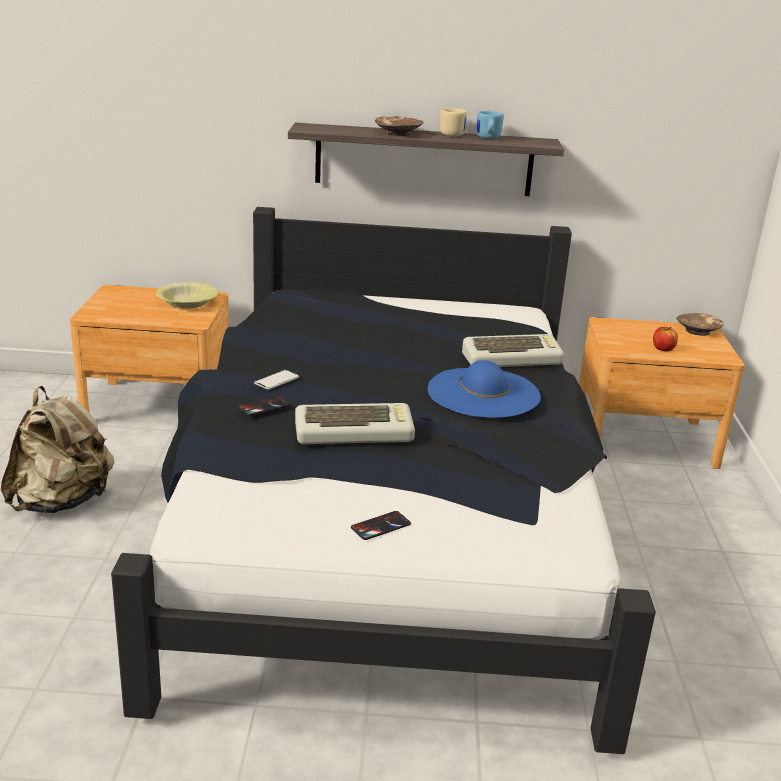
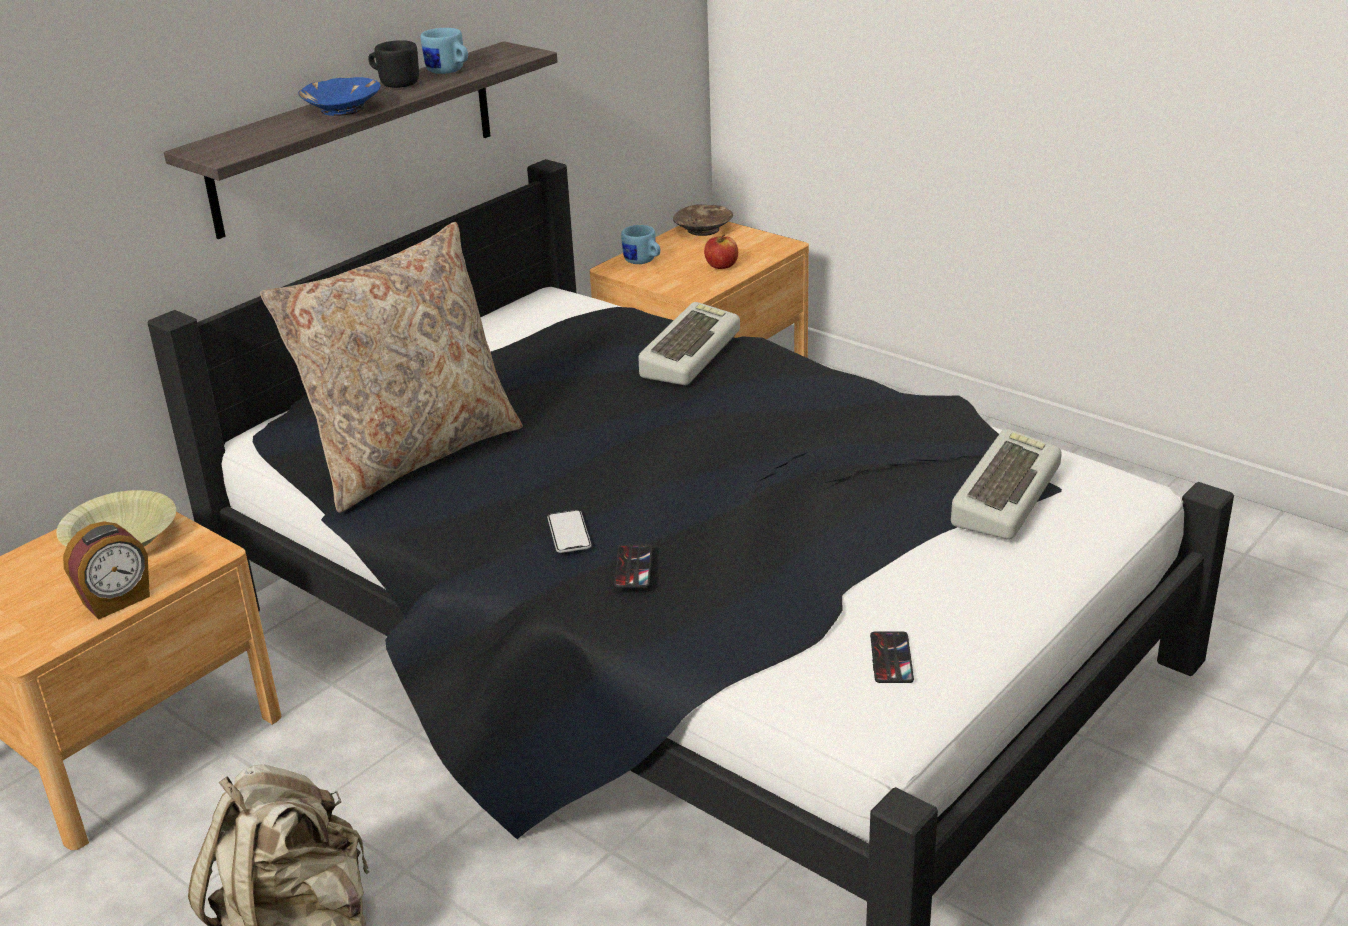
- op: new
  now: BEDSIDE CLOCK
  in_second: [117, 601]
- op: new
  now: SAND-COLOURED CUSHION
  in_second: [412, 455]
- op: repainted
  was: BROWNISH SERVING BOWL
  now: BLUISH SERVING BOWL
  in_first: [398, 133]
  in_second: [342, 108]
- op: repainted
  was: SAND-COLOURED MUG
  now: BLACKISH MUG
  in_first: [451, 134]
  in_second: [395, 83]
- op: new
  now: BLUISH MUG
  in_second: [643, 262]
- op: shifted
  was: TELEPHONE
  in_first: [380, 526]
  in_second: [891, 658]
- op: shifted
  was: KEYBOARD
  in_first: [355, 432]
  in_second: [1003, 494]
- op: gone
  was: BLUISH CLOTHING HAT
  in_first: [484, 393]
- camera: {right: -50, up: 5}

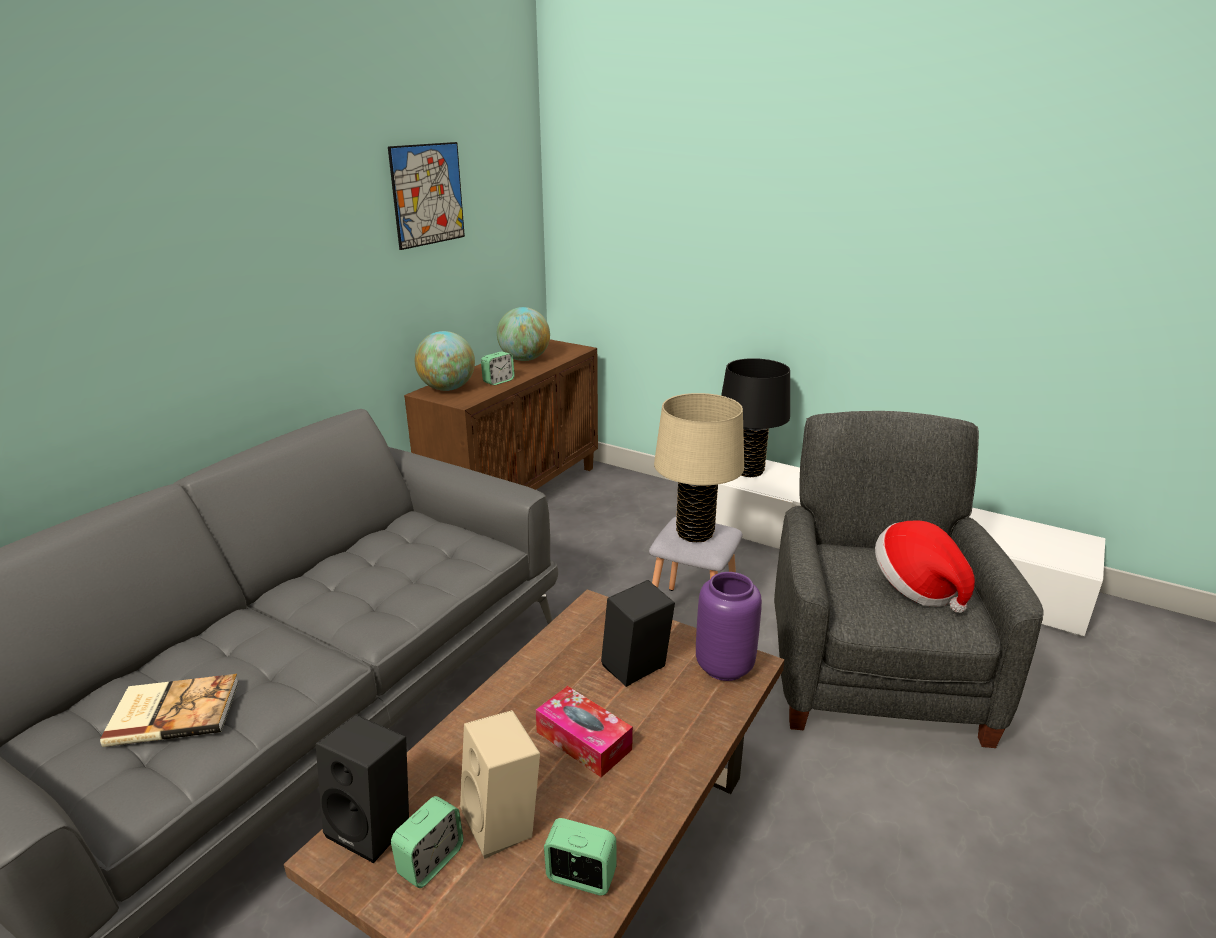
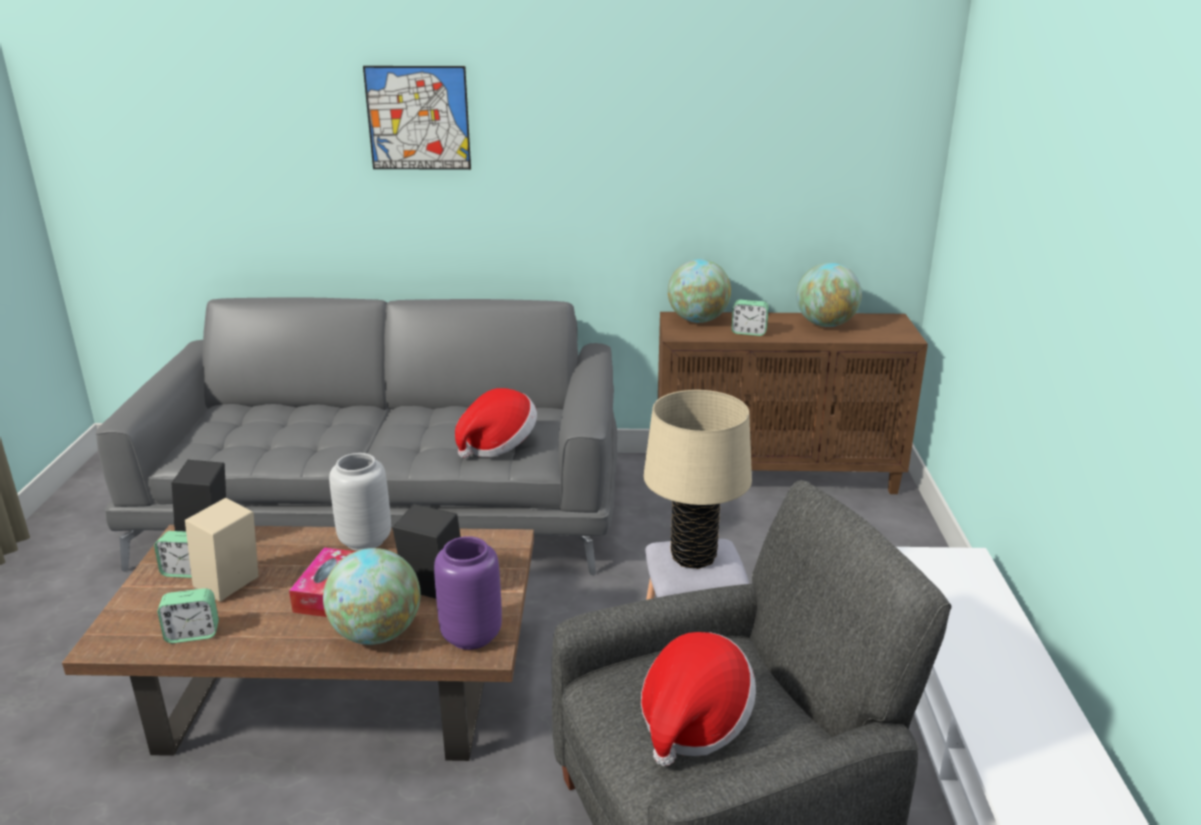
- op: rotated
  was: BEDSIDE CLOCK
  in_first: [581, 877]
  in_second: [193, 634]
  clockwise: 90
- op: new
  now: GLOBE
  in_second: [376, 634]
- op: new
  now: GREYISH DECORATIVE VASE
  in_second: [364, 540]
- op: shifted
  was: WALL ART
  in_first: [428, 194]
  in_second: [418, 118]
- op: new
  now: CLOTHING HAT
  in_second: [498, 445]
- op: gone
  was: BOUND BOOK
  in_first: [174, 711]
- op: gone
  was: BLACKISH TABLETOP LAMP
  in_first: [748, 471]
- camera: {right: 60, up: 0}

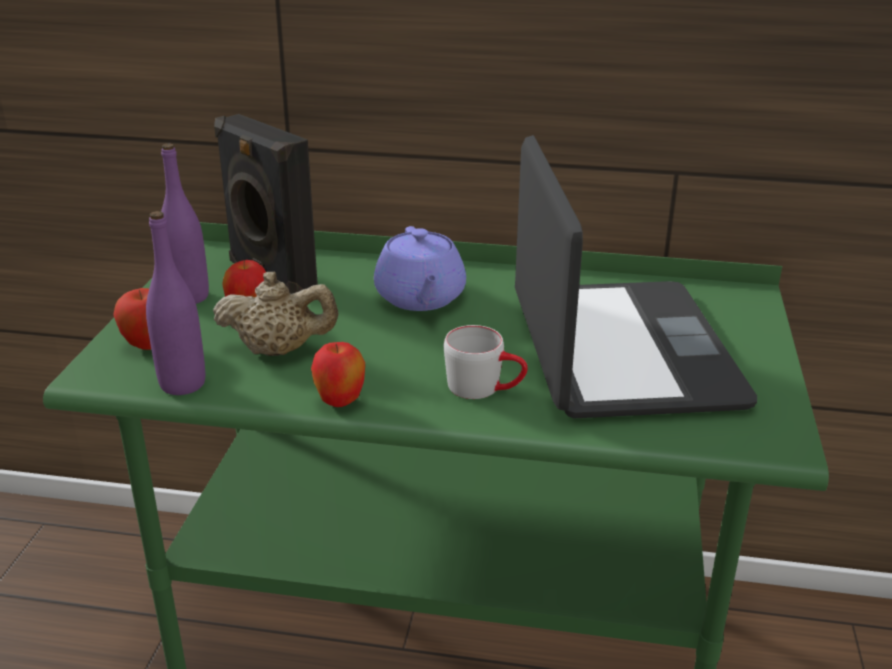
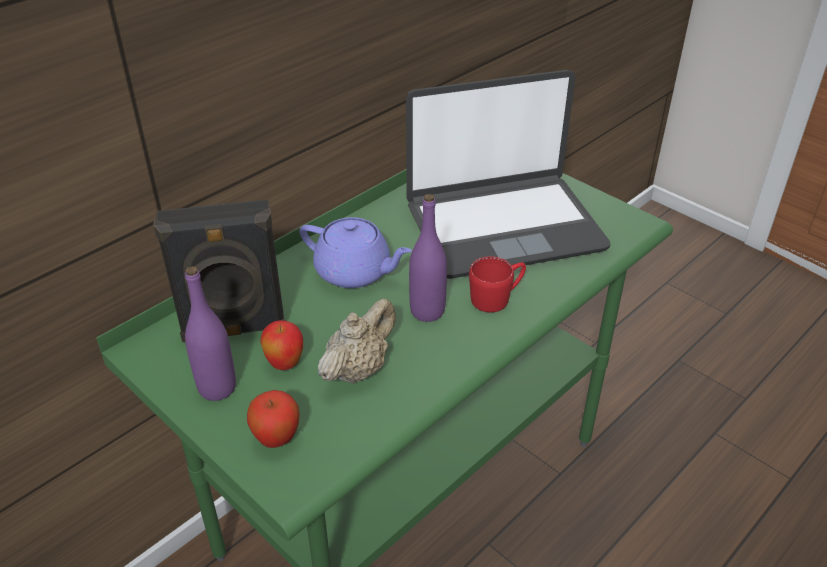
- op: rotated
  was: LAPTOP
  in_first: [619, 350]
  in_second: [503, 226]
  clockwise: 135
- op: shifted
  was: PURPLE-COLOURED DRINK BOTTLE
  in_first: [182, 384]
  in_second: [427, 311]
- op: repainted
  was: GREYISH MUG
  now: REDDISH MUG
  in_first: [485, 388]
  in_second: [497, 296]
- op: gone
  was: APPLE
  in_first: [340, 402]
- camera: {right: -55, up: 10}

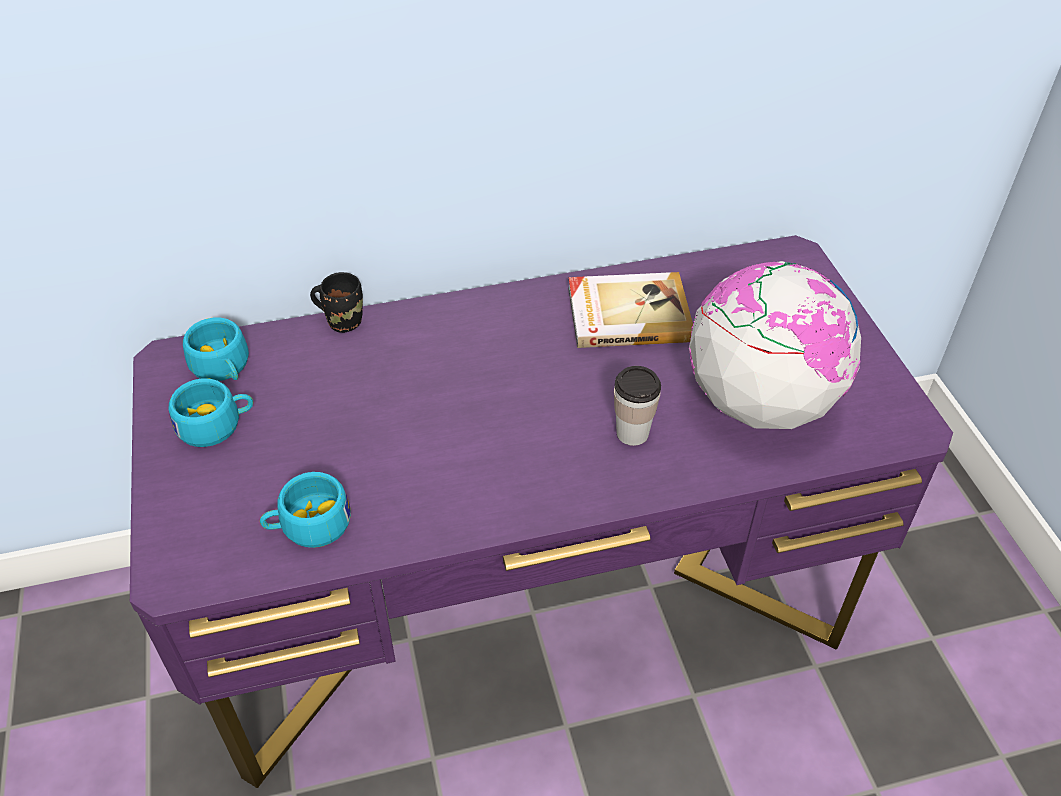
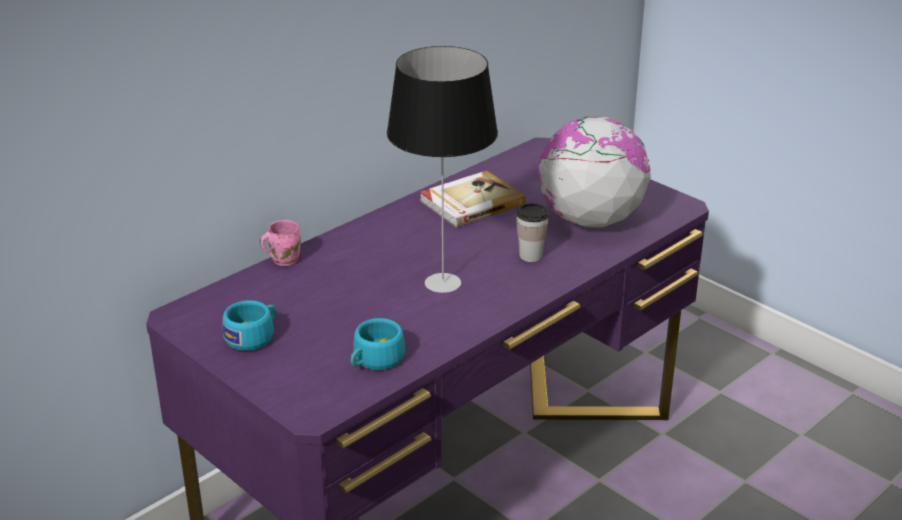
- op: repainted
  was: BLACKISH MUG
  now: PINK MUG
  in_first: [343, 320]
  in_second: [283, 259]
- op: new
  now: TABLETOP LAMP
  in_second: [444, 283]
- op: gone
  was: BLUE-GREEN SMALL CUP
  in_first: [223, 368]
- camera: {right: -30, up: -15}

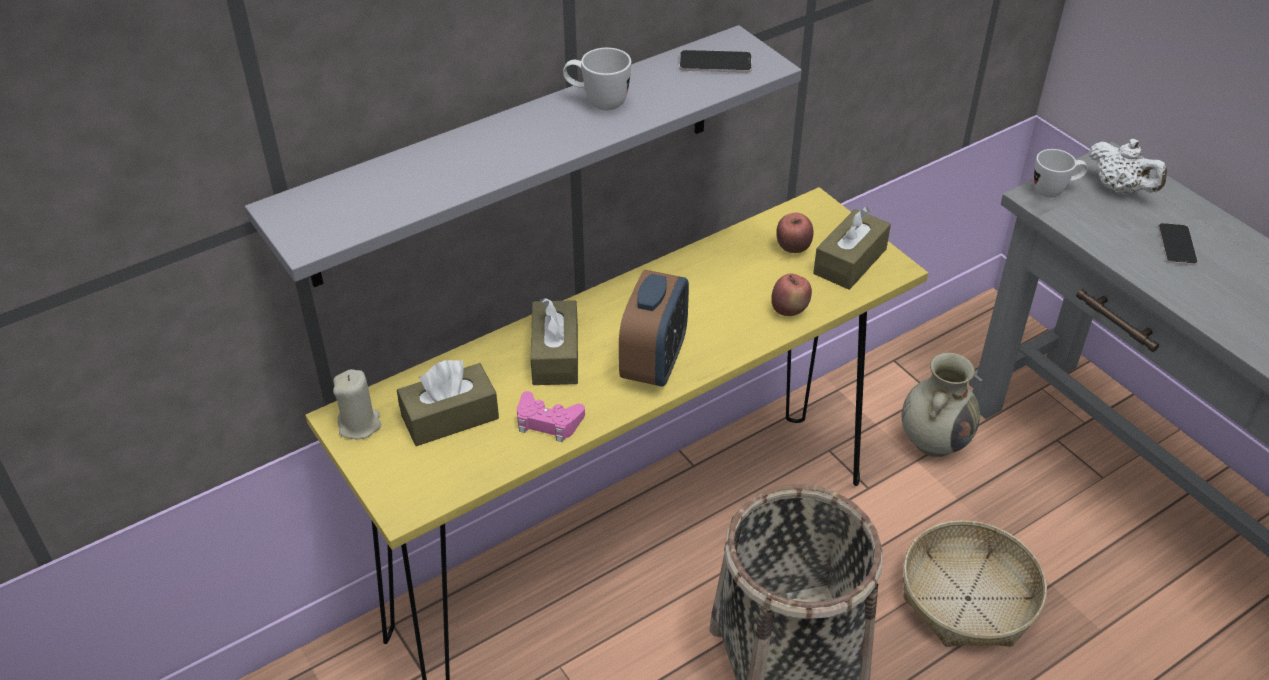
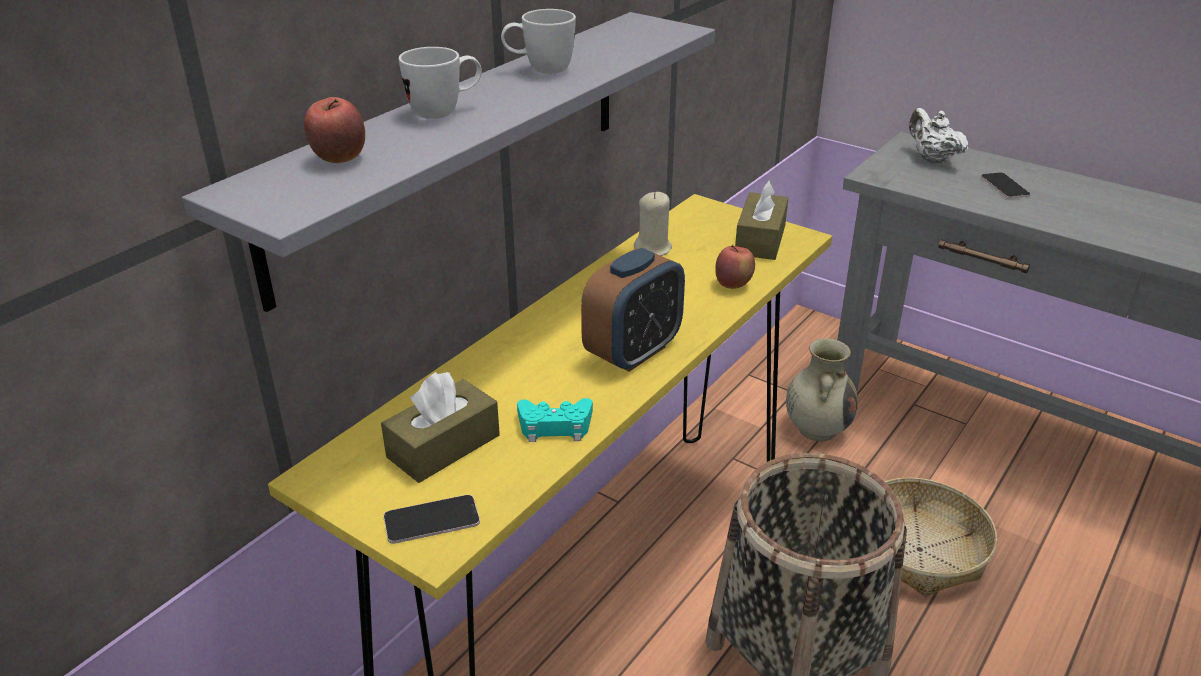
- op: shifted
  was: APPLE
  in_first: [793, 248]
  in_second: [339, 159]
- op: shifted
  was: TELEPHONE
  in_first: [715, 63]
  in_second: [431, 520]
- op: shifted
  was: WHITE-COLOURED MUG
  in_first: [1054, 191]
  in_second: [445, 112]
- op: repainted
  was: PINK JOYPAD
  now: BLUE-GREEN JOYPAD
  in_first: [548, 422]
  in_second: [555, 426]
- op: rotated
  was: BEDSIDE CLOCK
  in_first: [654, 363]
  in_second: [633, 352]
  clockwise: 45
- op: shifted
  was: SAND-COLOURED CANDLE
  in_first: [360, 425]
  in_second: [653, 249]
- op: rotated
  was: WHITE-COLOURED TEA POT
  in_first: [1119, 189]
  in_second: [932, 159]
  clockwise: -150
- op: gone
  was: BROWNISH BOX OF TISSUES
  in_first: [555, 355]
- camera: {right: -20, up: -10}

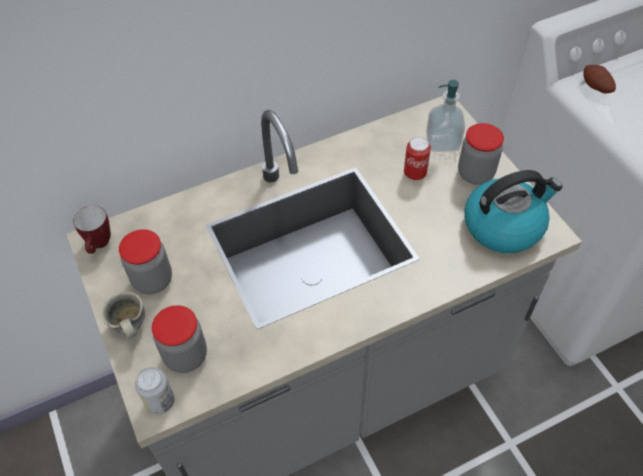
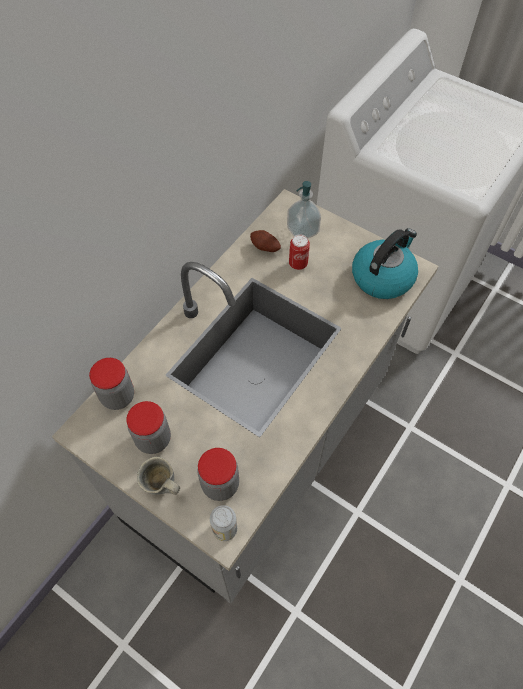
- op: shifted
  was: STORAGE JAR
  in_first: [475, 174]
  in_second: [118, 396]
- op: shifted
  was: POTATO
  in_first: [595, 88]
  in_second: [264, 248]
- op: gone
  was: MUG
  in_first: [100, 245]
- camera: {right: -30, up: 5}

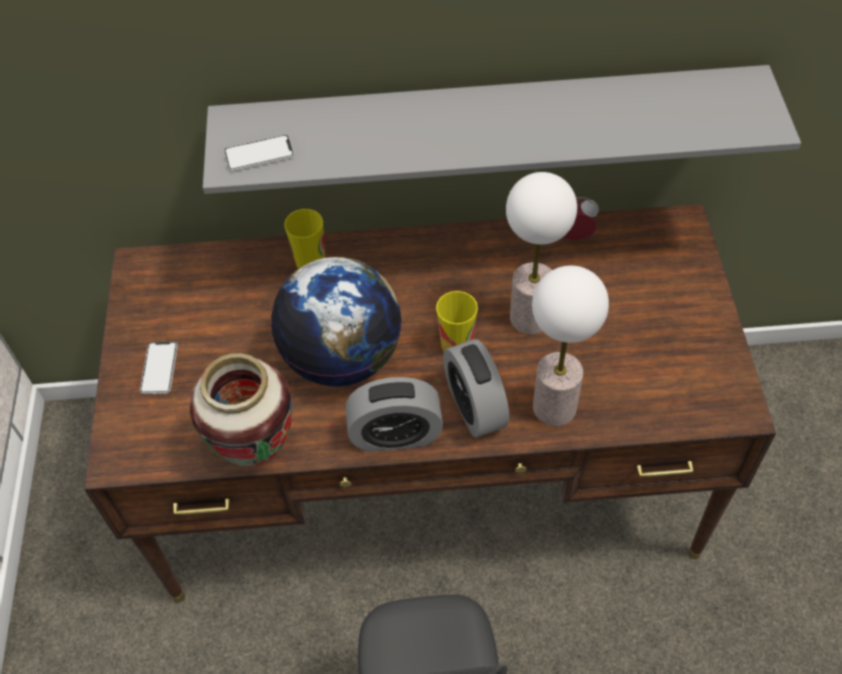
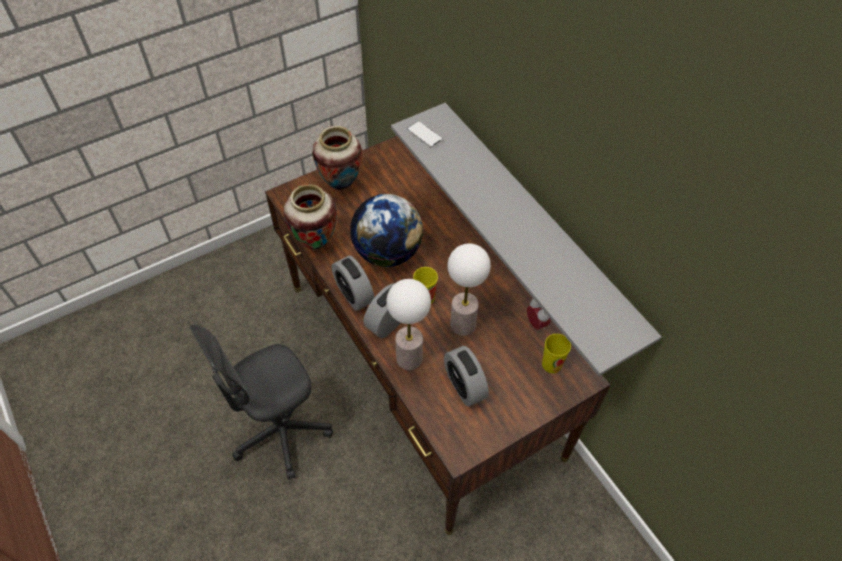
- op: swapped
  was: TELEPHONE
  now: DECORATIVE VASE
  in_first: [159, 368]
  in_second: [341, 185]
- op: new
  now: BEDSIDE CLOCK
  in_second: [464, 386]
- op: shifted
  was: SMALL CUP
  in_first: [310, 261]
  in_second: [551, 364]
- camera: {right: 60, up: 0}

